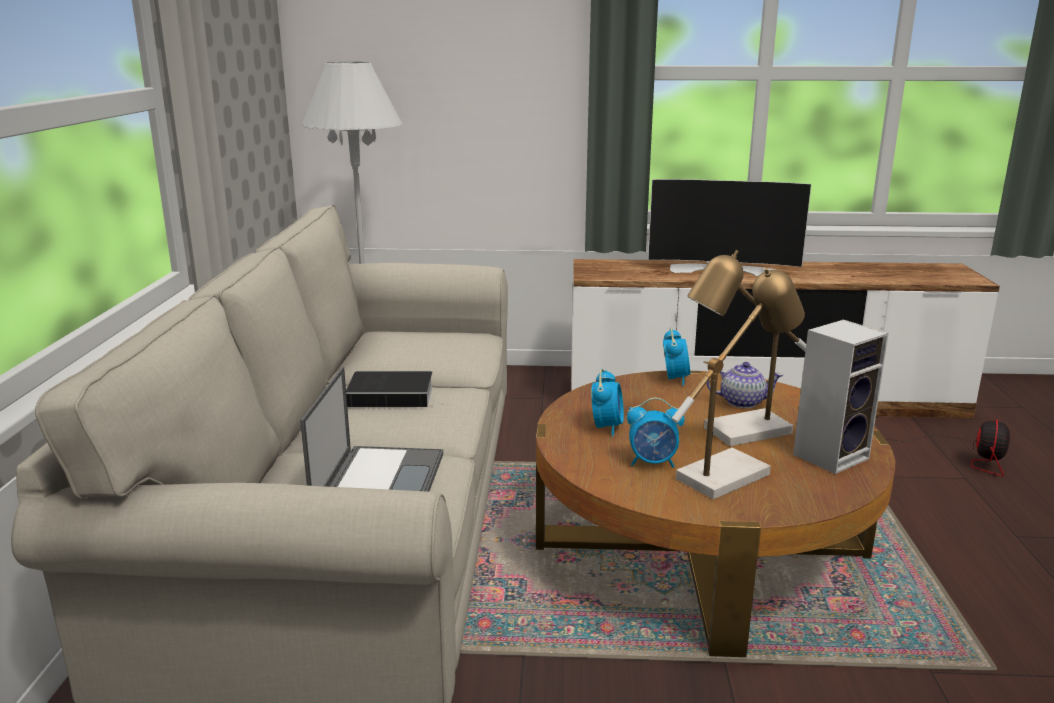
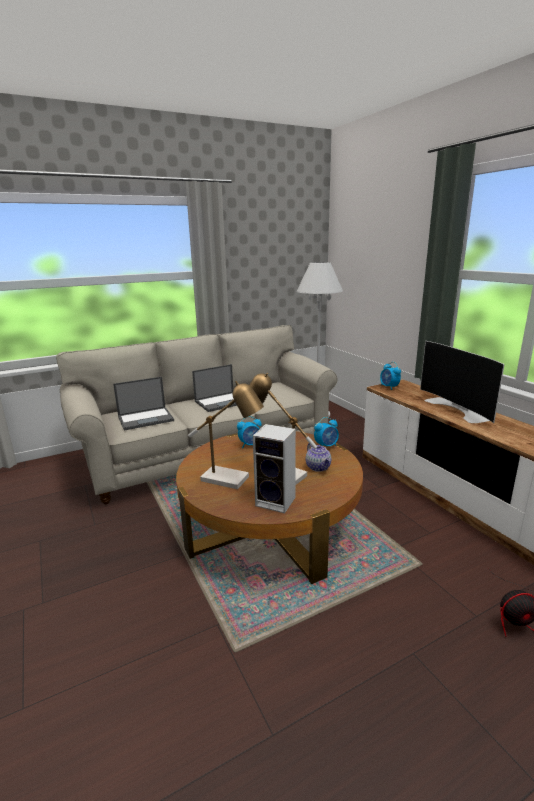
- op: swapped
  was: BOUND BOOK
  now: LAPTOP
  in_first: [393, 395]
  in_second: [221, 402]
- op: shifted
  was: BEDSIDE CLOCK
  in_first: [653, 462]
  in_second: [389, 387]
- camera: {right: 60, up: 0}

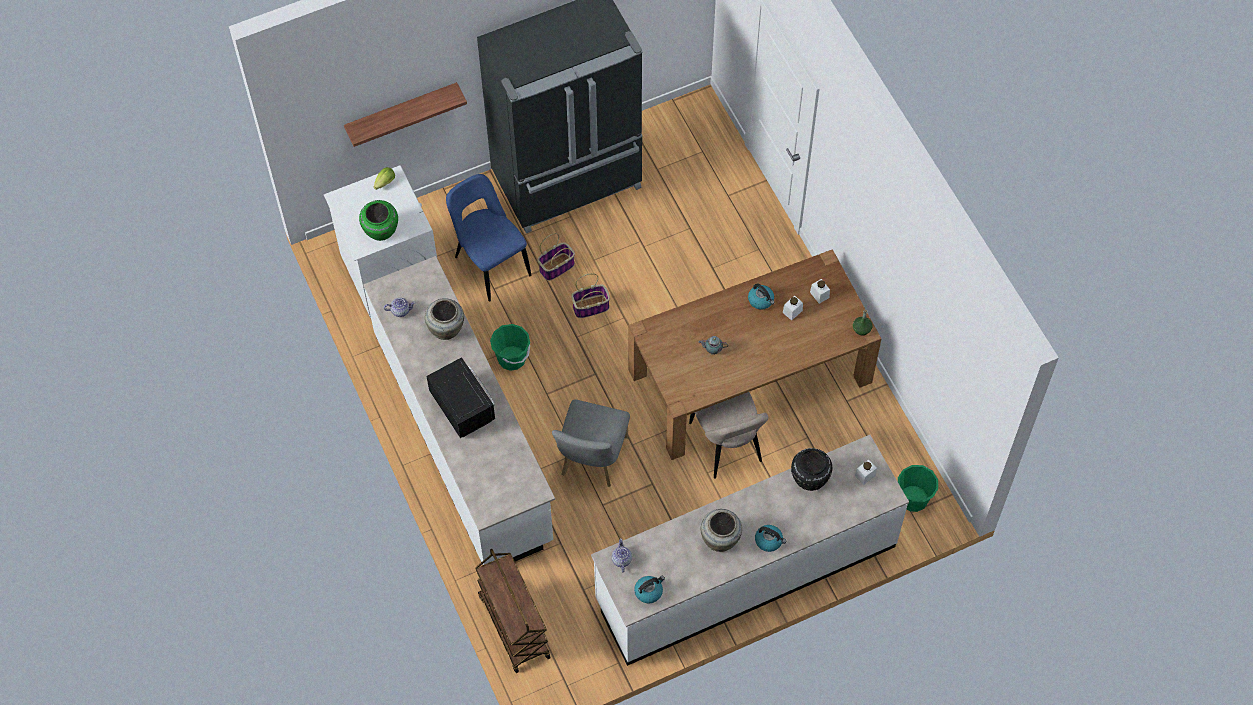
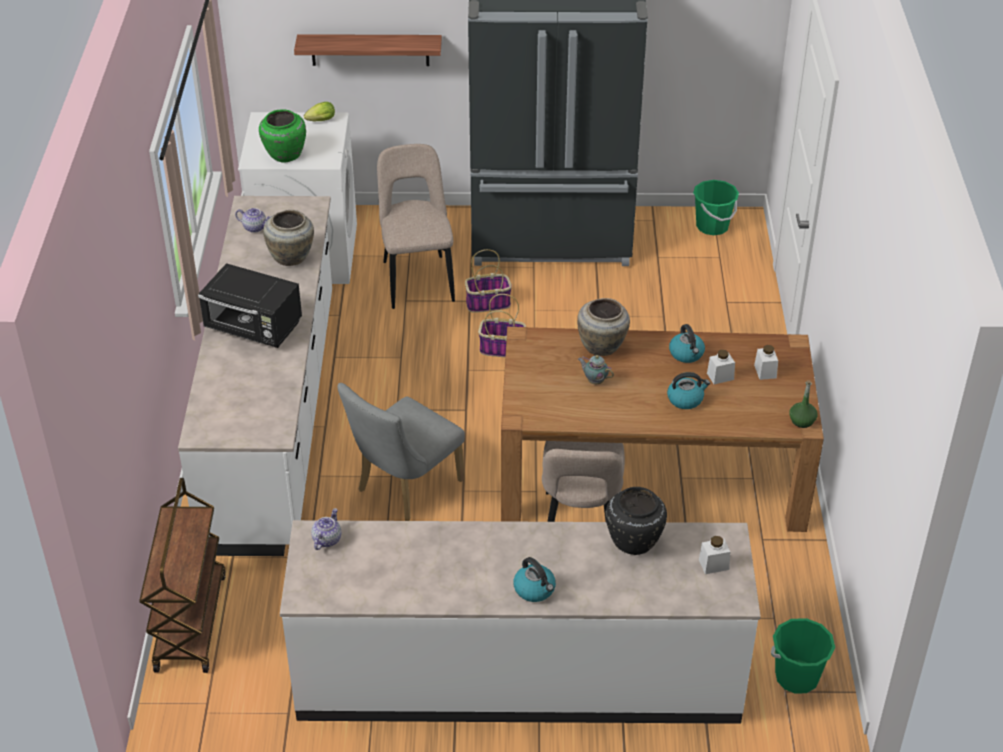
- op: rotated
  was: BLACKISH KITCHEN MICROWAVE
  in_first: [462, 406]
  in_second: [254, 328]
  clockwise: 120
- op: repainted
  was: BLUISH CHAIR
  now: SAND-COLOURED CHAIR
  in_first: [490, 264]
  in_second: [417, 279]
- op: shifted
  was: SAND-COLOURED DECORATIVE VASE
  in_first: [720, 539]
  in_second: [602, 347]
- op: shifted
  was: TEA KETTLE
  in_first: [649, 591]
  in_second: [685, 399]
- op: shifted
  was: GREENISH WATER BUCKET
  in_first: [512, 358]
  in_second: [712, 226]
- camera: {right: 25, up: -20}

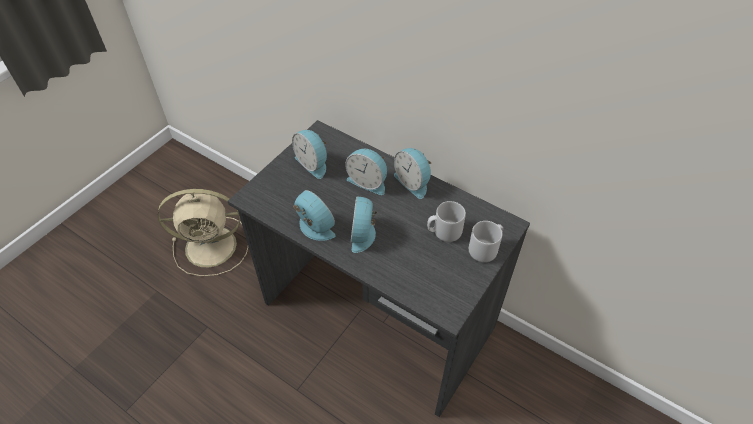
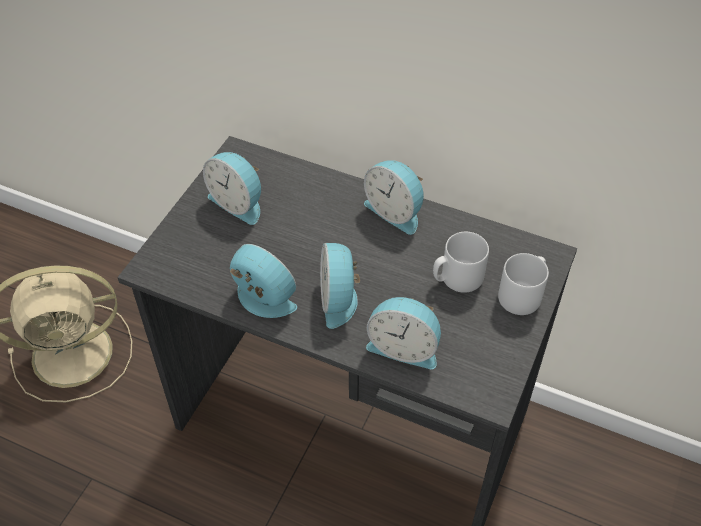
- op: shifted
  was: BEDSIDE CLOCK
  in_first: [368, 181]
  in_second: [404, 347]
- camera: {right: -10, up: 0}

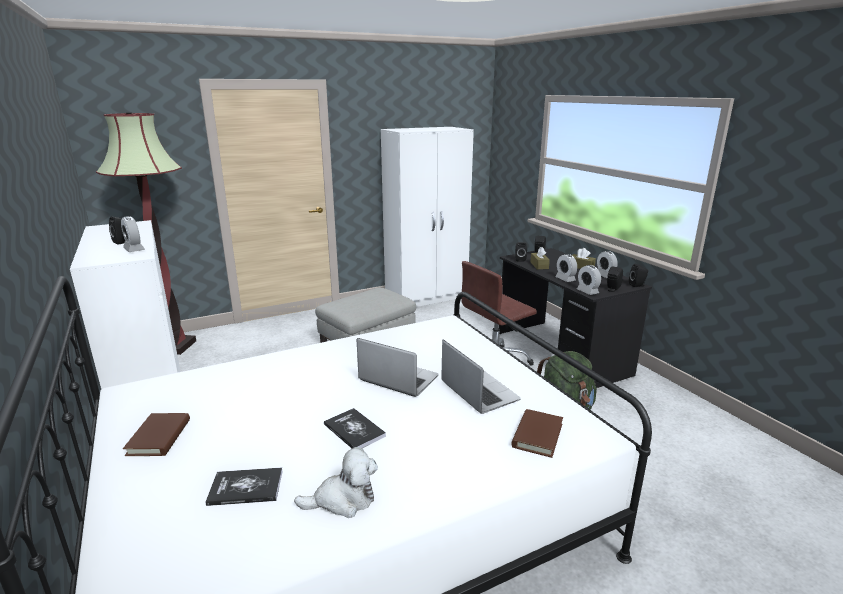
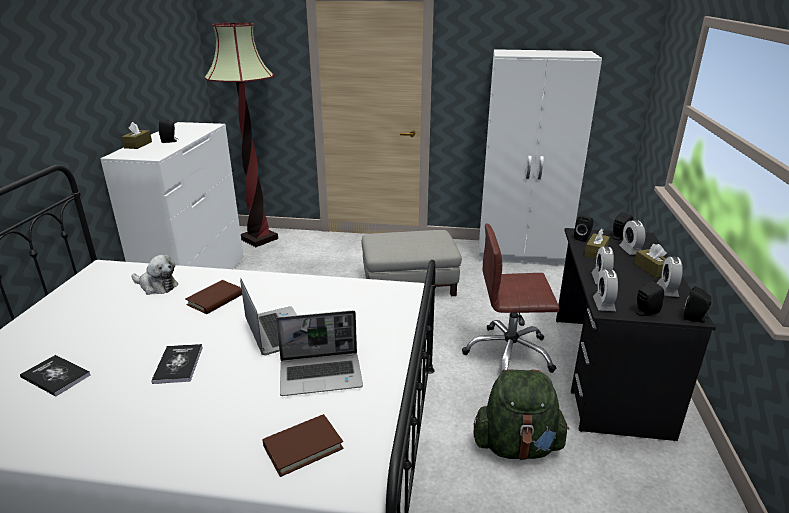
- op: new
  now: BROWNISH BOX OF TISSUES
  in_second: [138, 145]
- op: shifted
  was: PLUSH TOY
  in_first: [343, 500]
  in_second: [157, 286]
- op: shifted
  was: BROWNISH BOUND BOOK
  in_first: [159, 437]
  in_second: [215, 299]
- op: rotated
  was: LAPTOP
  in_first: [477, 391]
  in_second: [321, 374]
  clockwise: 75
- op: shifted
  was: BEDSIDE CLOCK
  in_first: [134, 249]
  in_second: [630, 250]
- camera: {right: 35, up: 5}

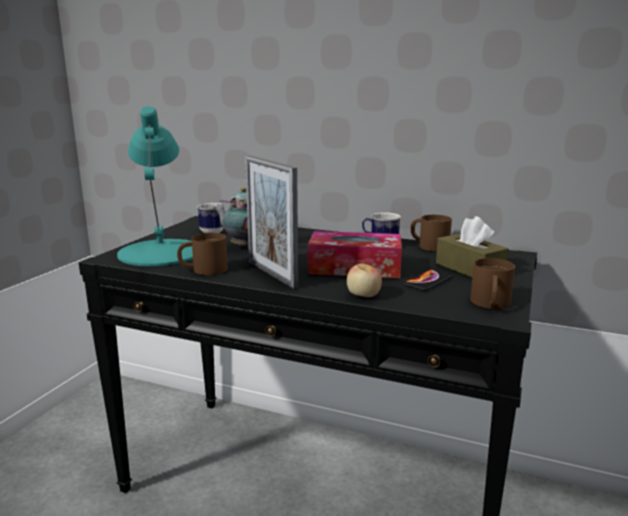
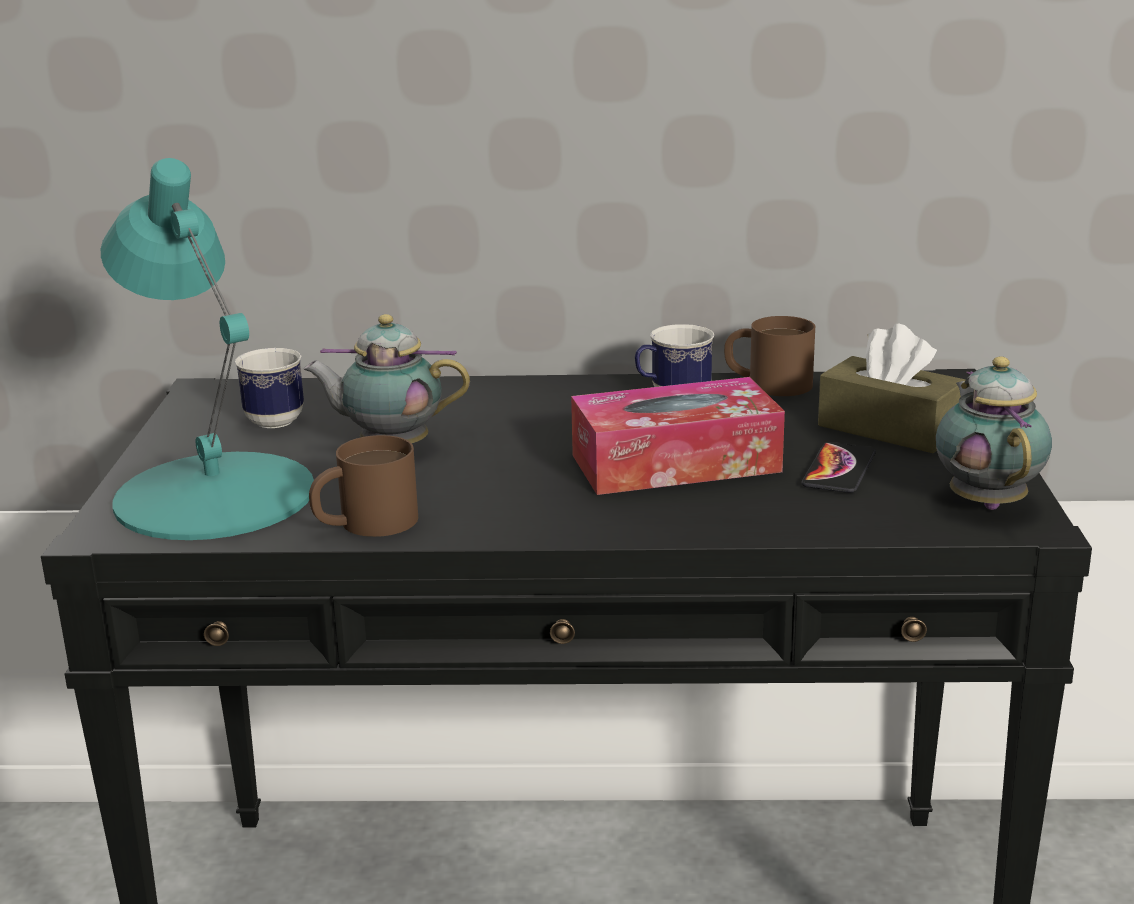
- op: swapped
  was: BROWNISH MUG
  now: TEA POT
  in_first: [490, 304]
  in_second: [986, 501]
- op: gone
  was: PICTURE FRAME
  in_first: [272, 274]
- op: gone
  was: APPLE
  in_first: [363, 296]
- camera: {right: -20, up: 5}

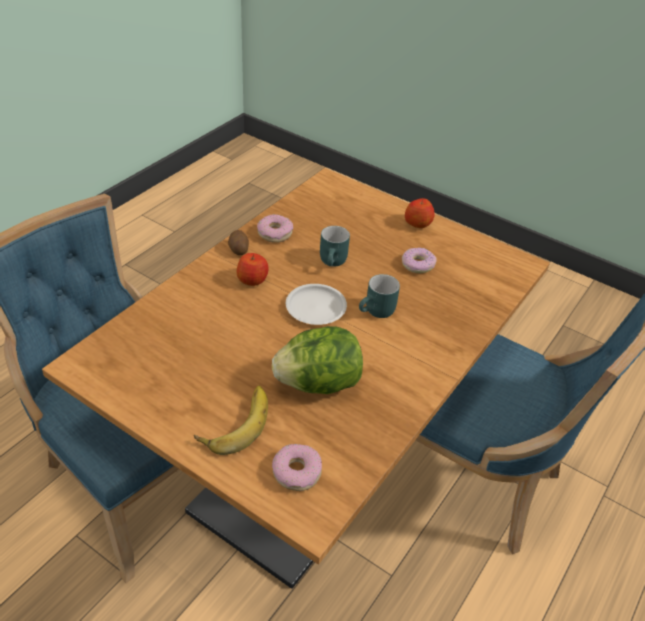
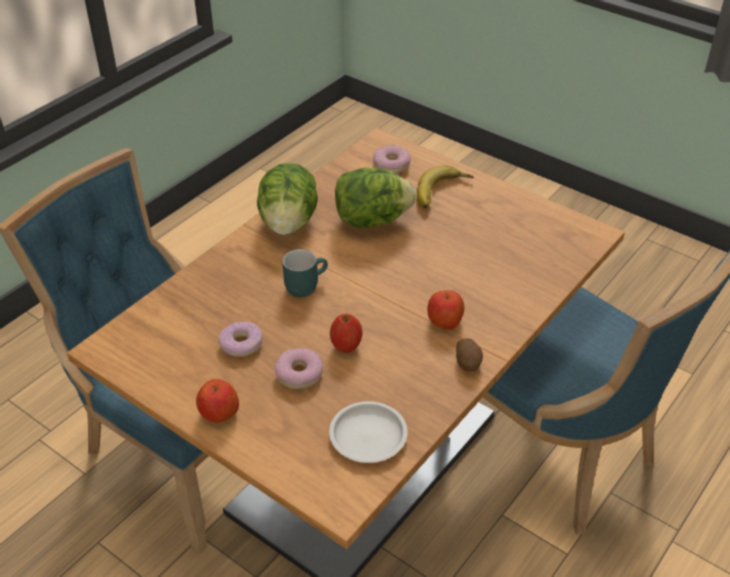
- op: new
  now: HEAD OF LETTUCE
  in_second: [288, 223]
- op: shifted
  was: DONUT
  in_first: [275, 233]
  in_second: [299, 373]
- op: shifted
  was: WHITE-COLOURED PLATE
  in_first: [316, 308]
  in_second: [368, 435]
- op: swapped
  was: BLUE-GREEN MUG
  now: APPLE
  in_first: [334, 262]
  in_second: [346, 346]
- camera: {right: -175, up: 0}

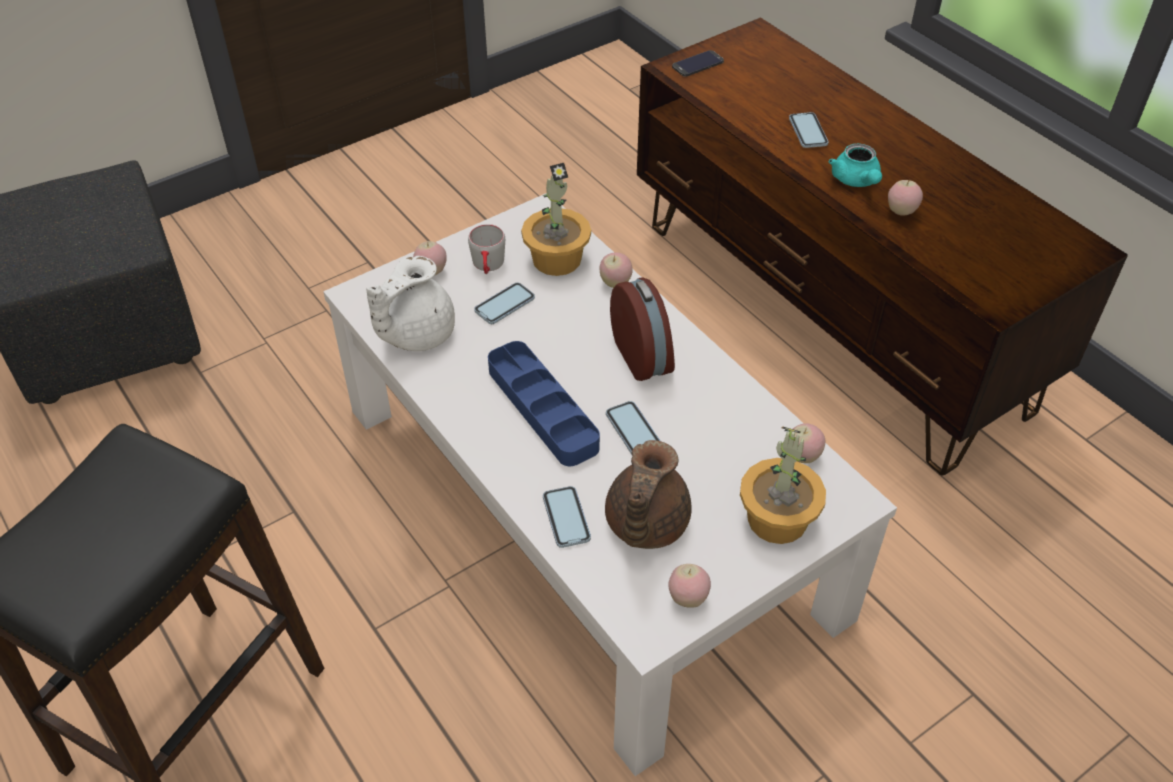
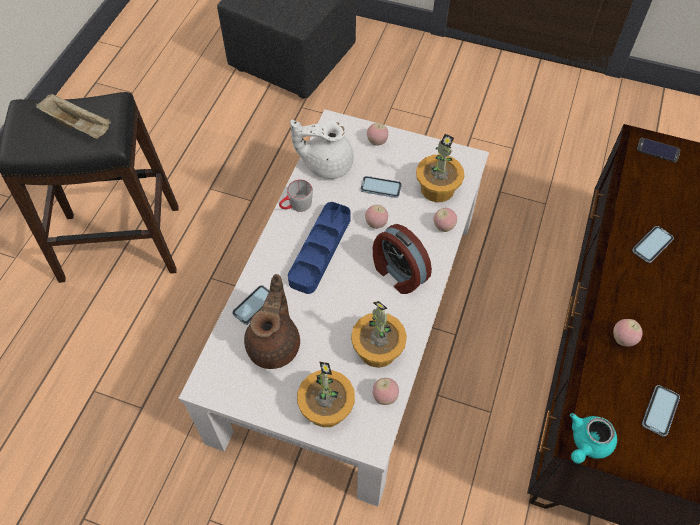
- op: new
  now: SAND-COLOURED TRAY
  in_second: [79, 126]
- op: rotated
  was: BROWNISH TEA POT
  in_first: [644, 525]
  in_second: [275, 344]
  clockwise: 120
- op: shifted
  was: GREYISH MUG
  in_first: [488, 266]
  in_second: [296, 206]
- op: new
  now: PLANT IN A POT
  in_second: [377, 350]
- op: shifted
  was: APPLE
  in_first: [688, 598]
  in_second: [376, 224]
- op: rotated
  was: BEDSIDE CLOCK
  in_first: [643, 355]
  in_second: [398, 273]
  clockwise: 105
- op: shifted
  was: BLUE-GREEN TEA POT
  in_first: [856, 181]
  in_second: [587, 443]
- op: shifted
  was: TELEPHONE
  in_first: [632, 430]
  in_second: [660, 411]
- camera: {right: 55, up: 10}

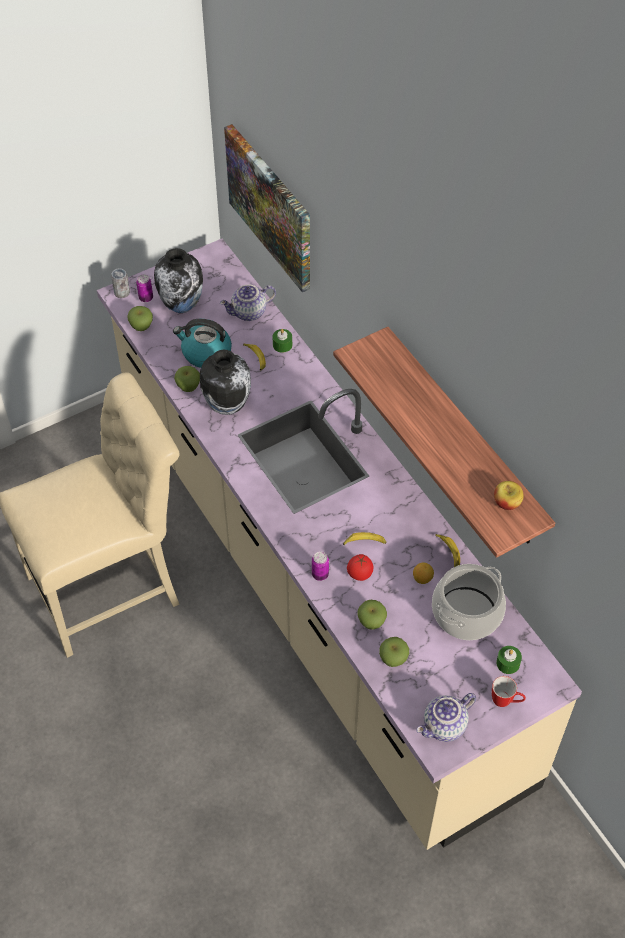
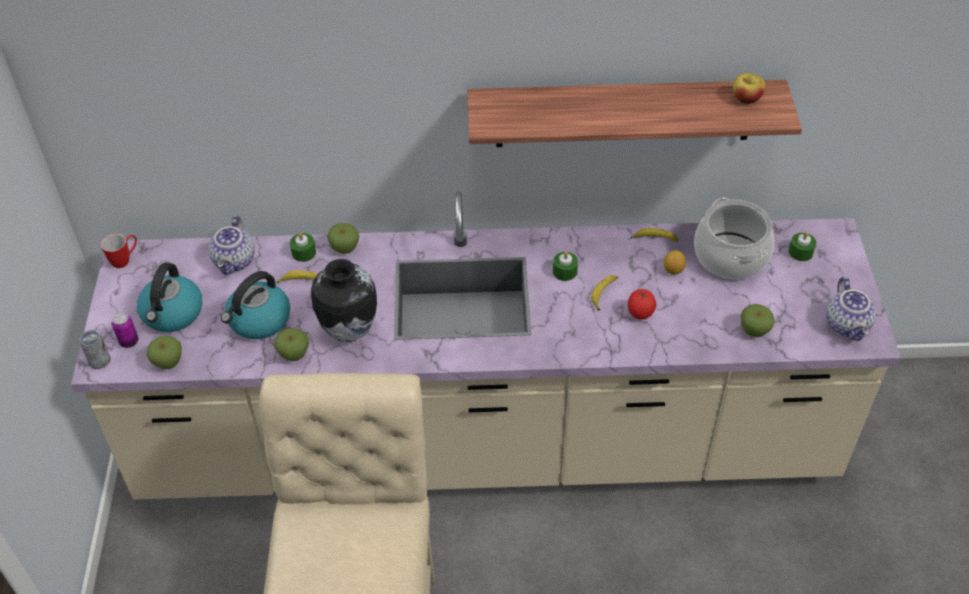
- op: shifted
  was: MUG
  in_first: [506, 701]
  in_second: [125, 260]
- op: swapped
  was: DECORATIVE VASE
  now: TEA KETTLE
  in_first: [182, 306]
  in_second: [172, 314]
- op: shifted
  was: APPLE
  in_first: [371, 622]
  in_second: [345, 249]
- op: new
  now: GREENISH CANDLE
  in_second: [565, 271]
- op: gone
  was: WALL ART
  in_first: [271, 206]
- op: gone
  was: CAN
  in_first: [320, 574]
- camera: {right: -60, up: -5}

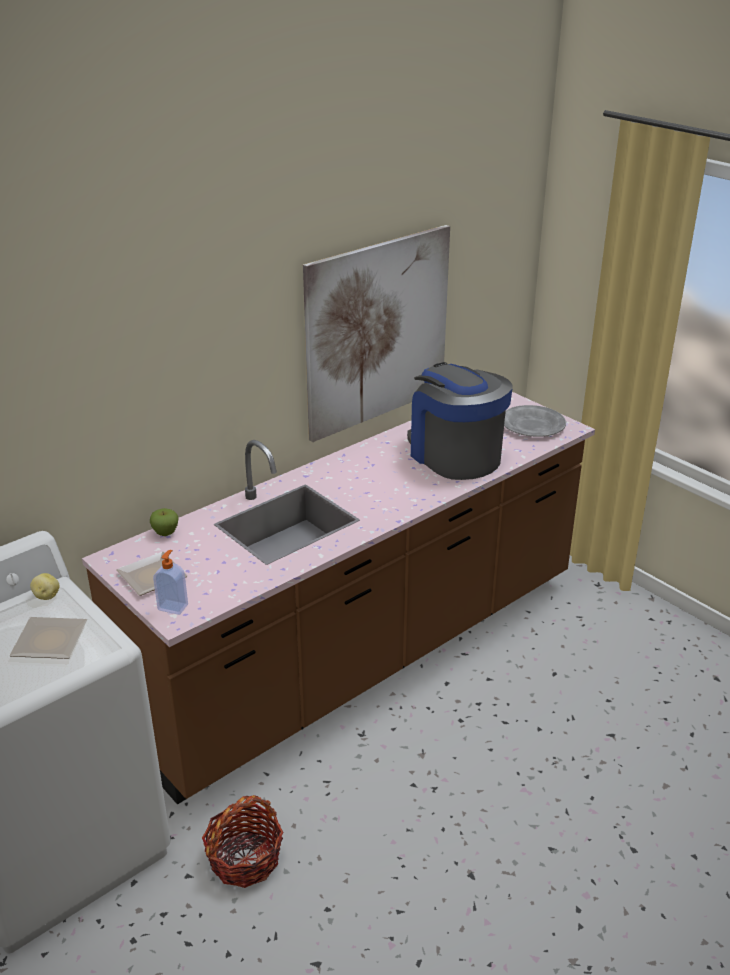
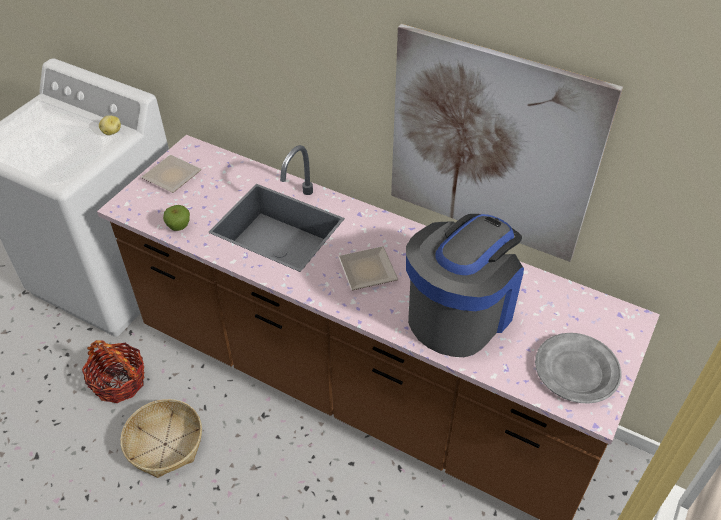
- op: new
  now: STORAGE BASKET
  in_second: [165, 444]
- op: shifted
  was: APPLE
  in_first: [165, 533]
  in_second: [179, 227]
- op: shifted
  was: PLATE
  in_first: [48, 640]
  in_second: [368, 269]
- op: gone
  was: LIQUID SOAP BOTTLE
  in_first: [173, 606]
- camera: {right: 70, up: 15}

